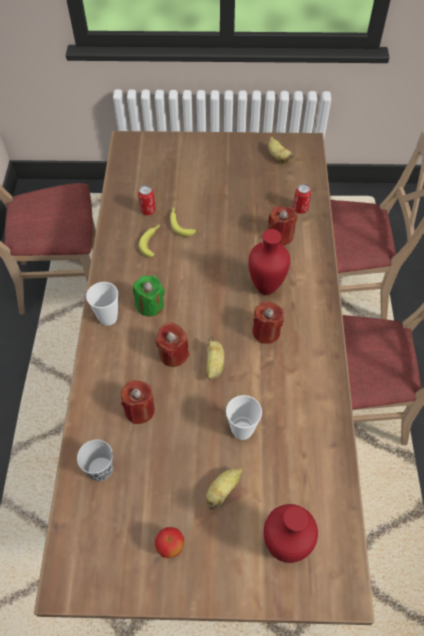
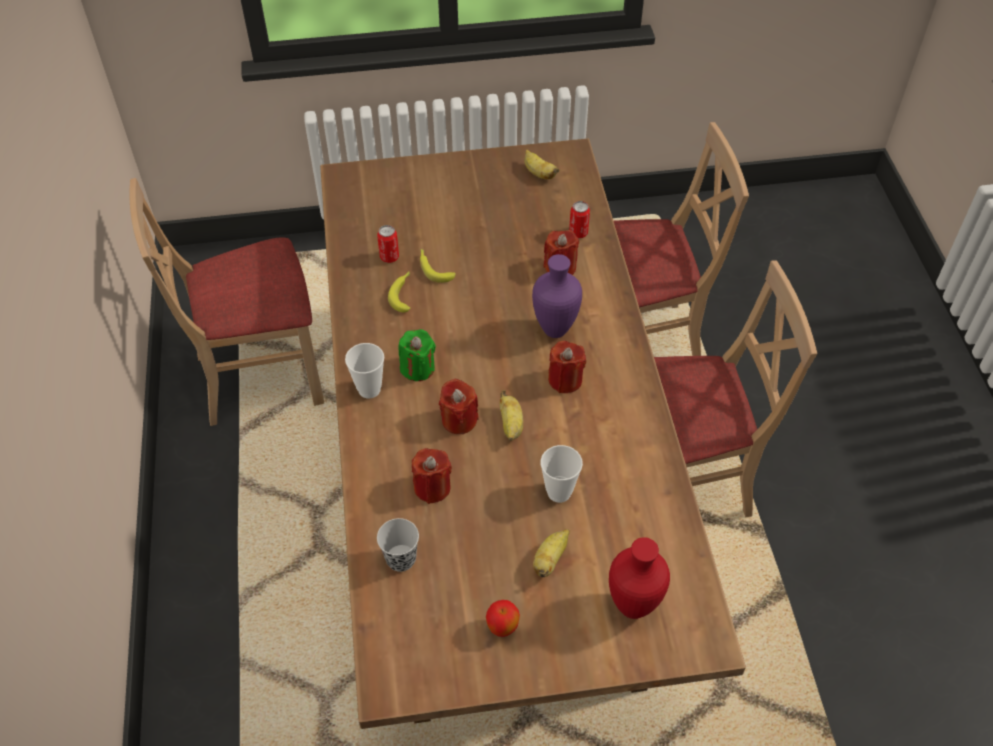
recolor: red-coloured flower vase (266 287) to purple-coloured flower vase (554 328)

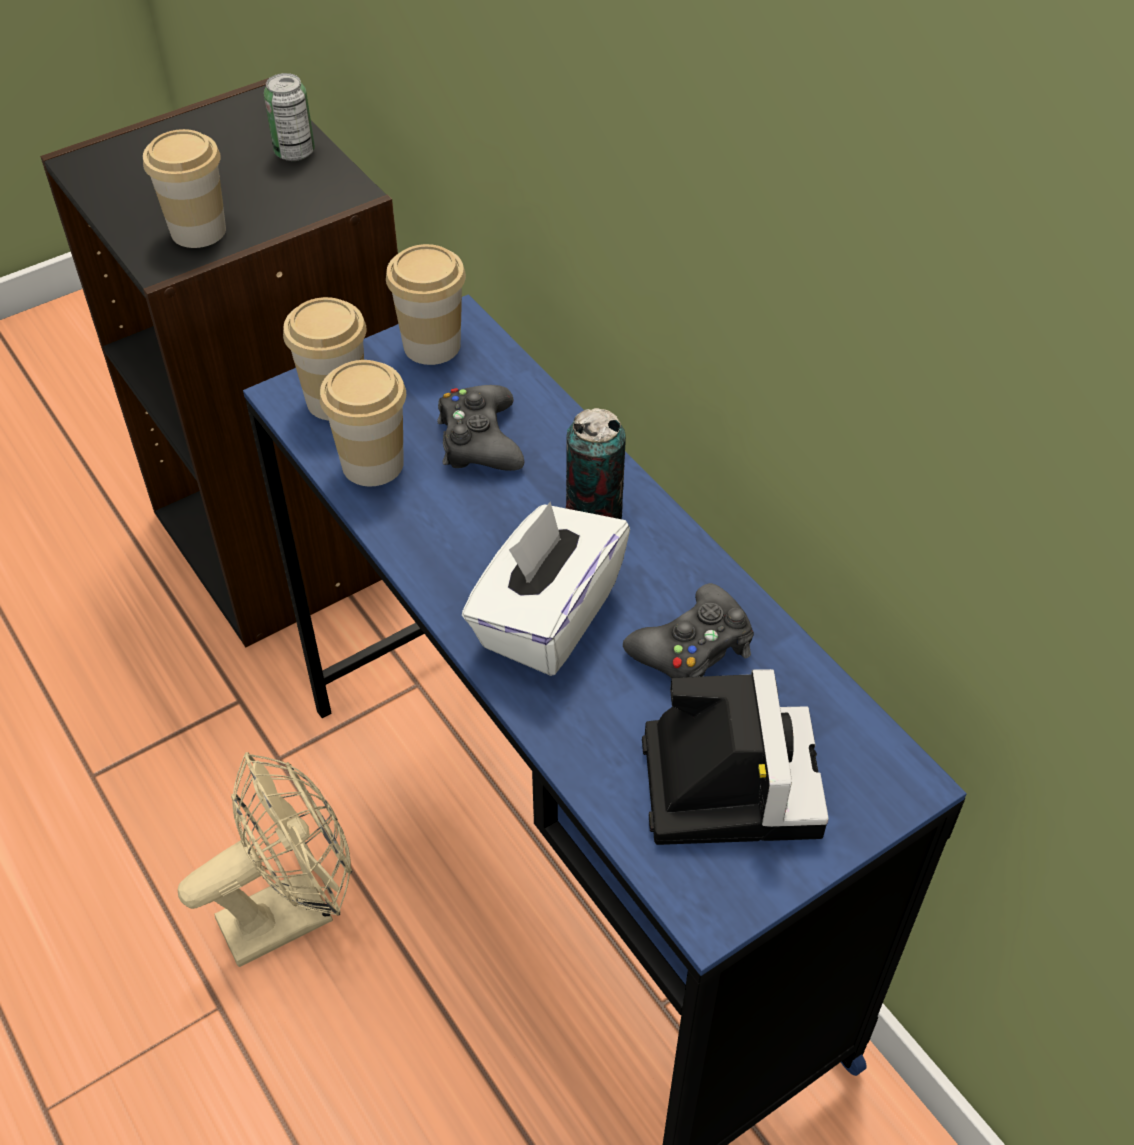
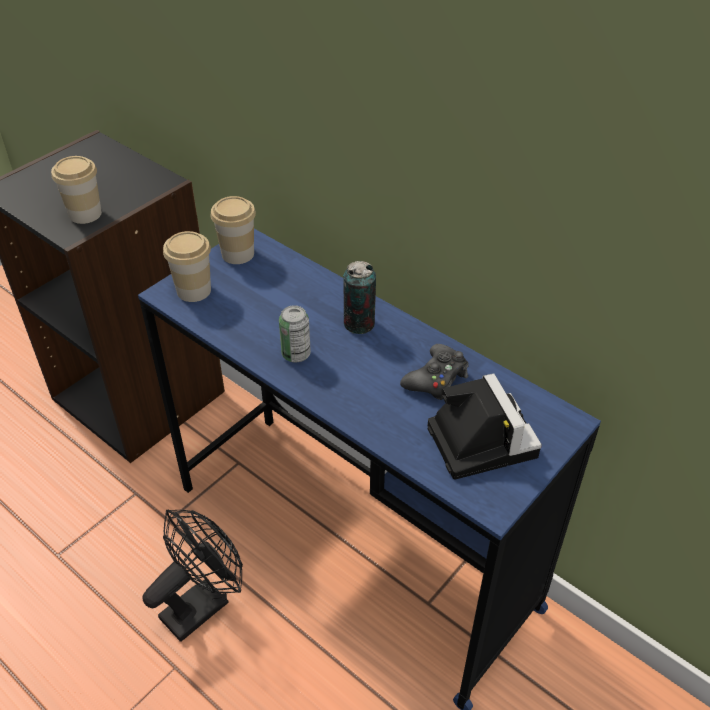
delete: small cup (372 464); blackish joypad (479 441); whitish tissue box (546 617)
move: can (294 152) to (296 354)
recolor: beige cooling fan (291 911) to blackish cooling fan (202 603)

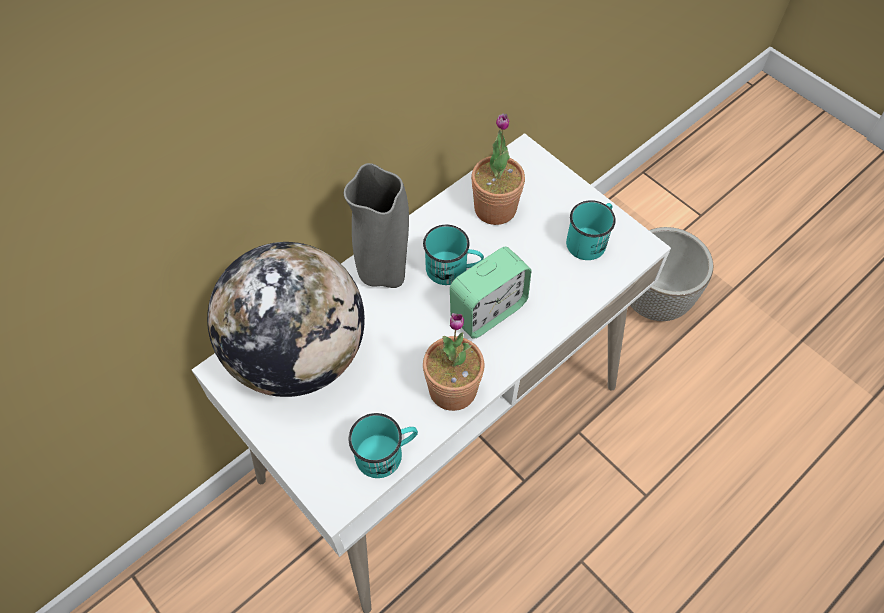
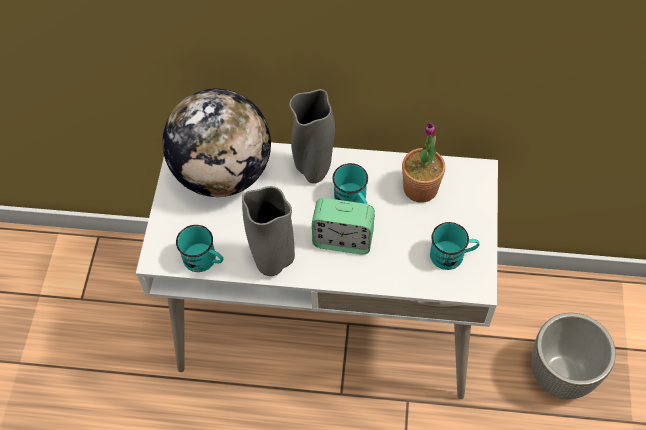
replace: houseplant (452 389) to gray flower vase (273 261)

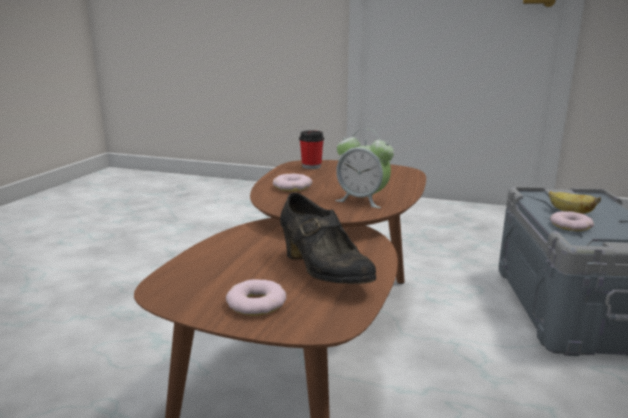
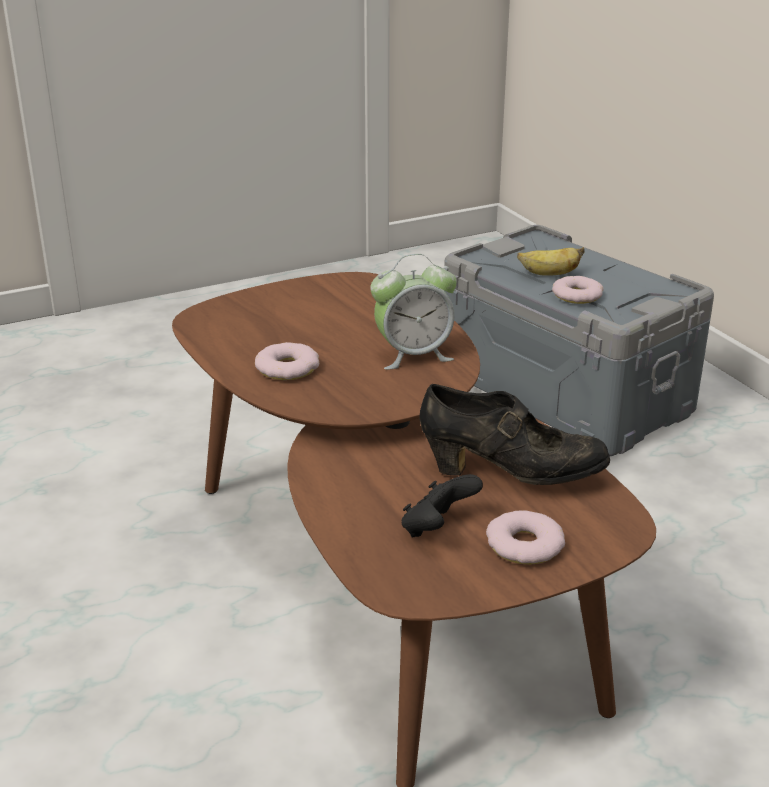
delete: small cup (311 166)
insert: blackish joypad (437 529)

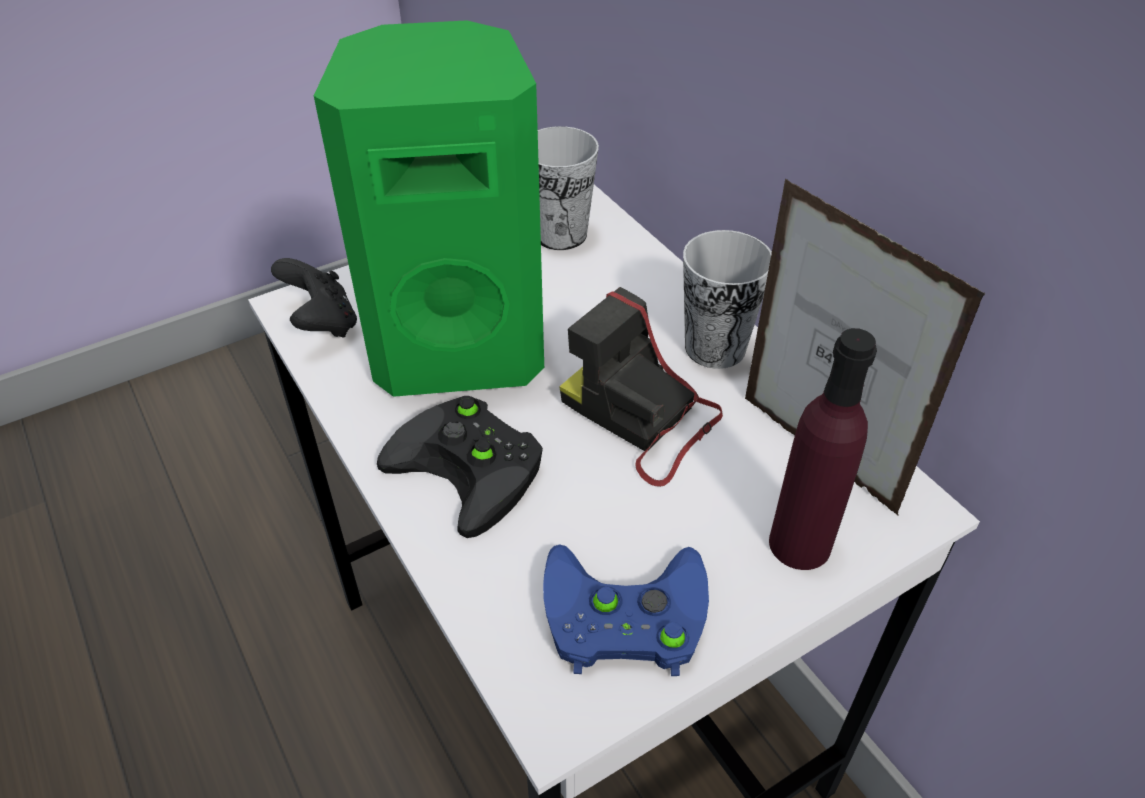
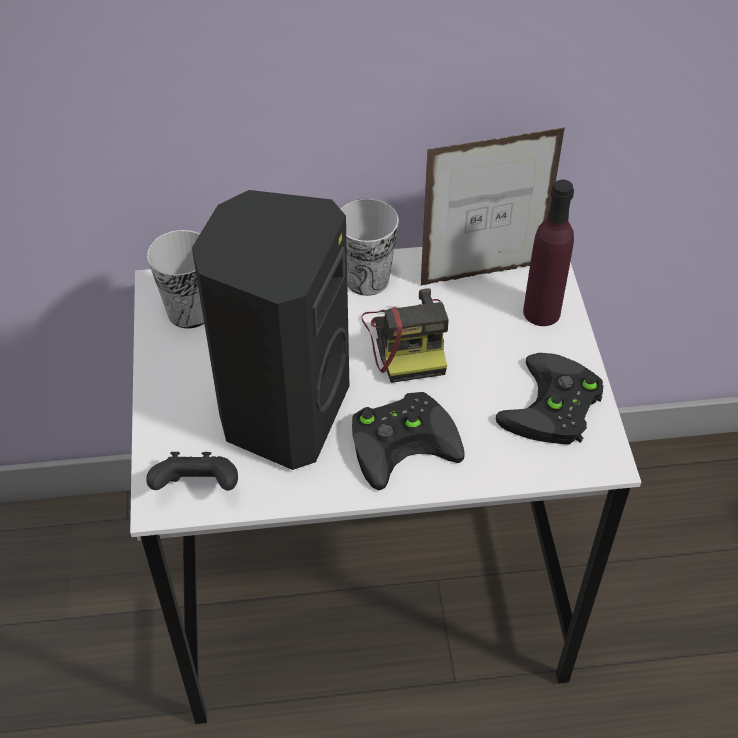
recolor: green speaker (459 348) to blackish speaker (282 412); blue-coloured joypad (619 618) to blackish joypad (553 409)
rotate: photo camera (641 418) = (408 340) 75 degrees counterclockwise

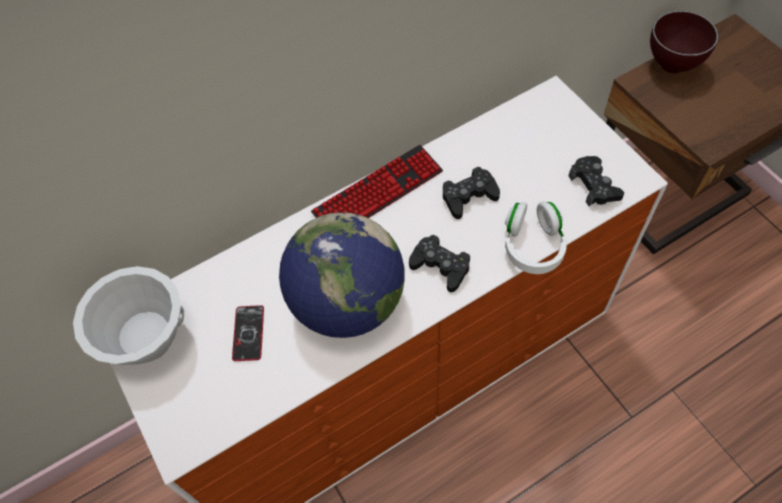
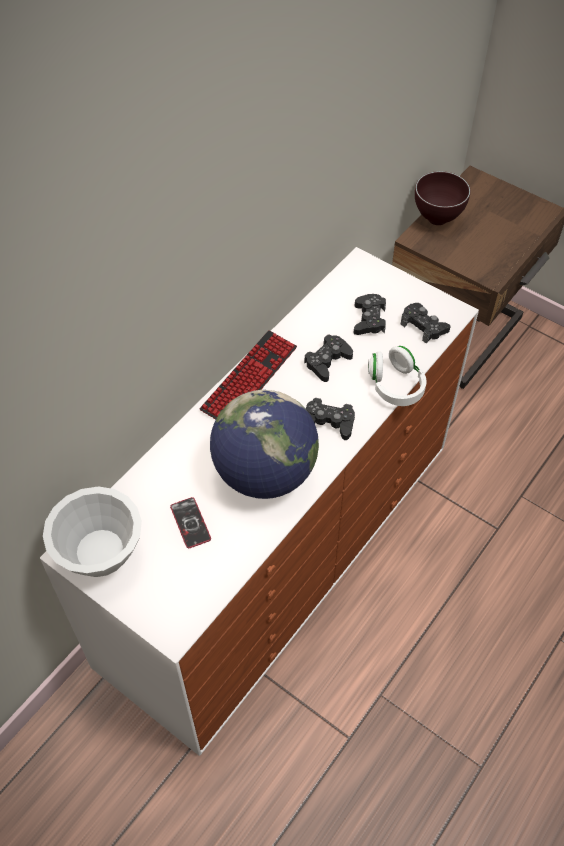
insert: blackish joypad (369 319)

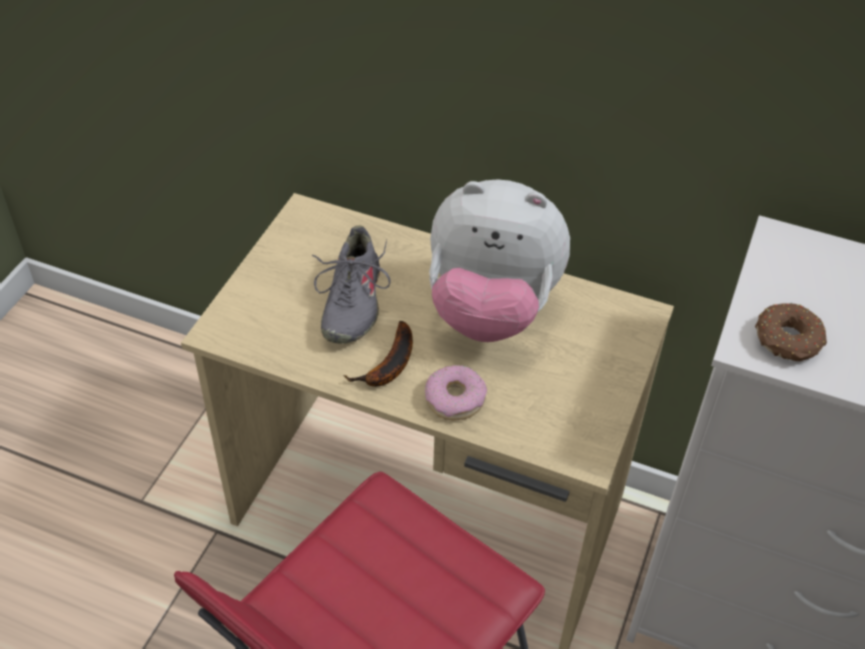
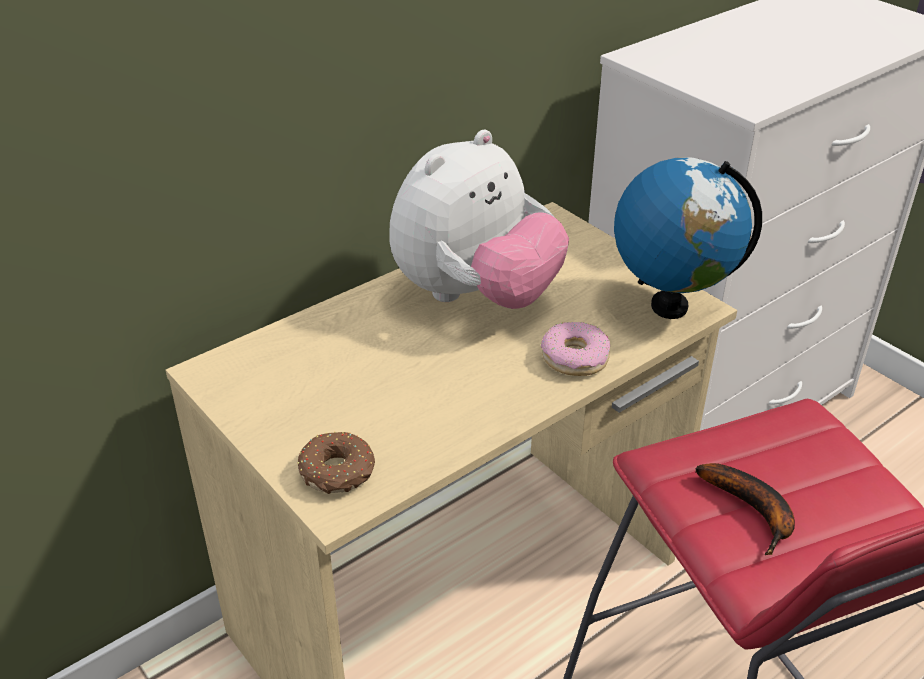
delete: gray item of footwear (351 302)
insert: world globe (669 306)
move: ring doughnut (787 341) to (338 472); banana fruit (388 366) to (753 511)

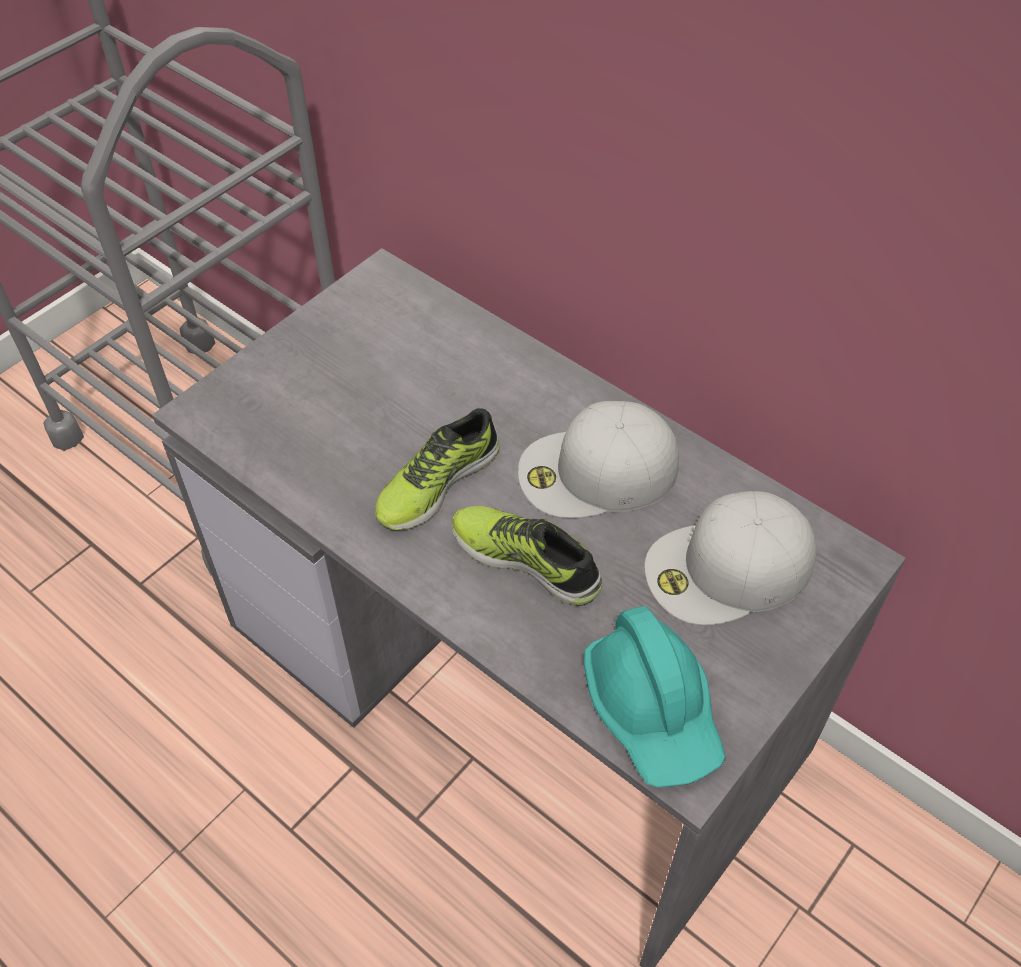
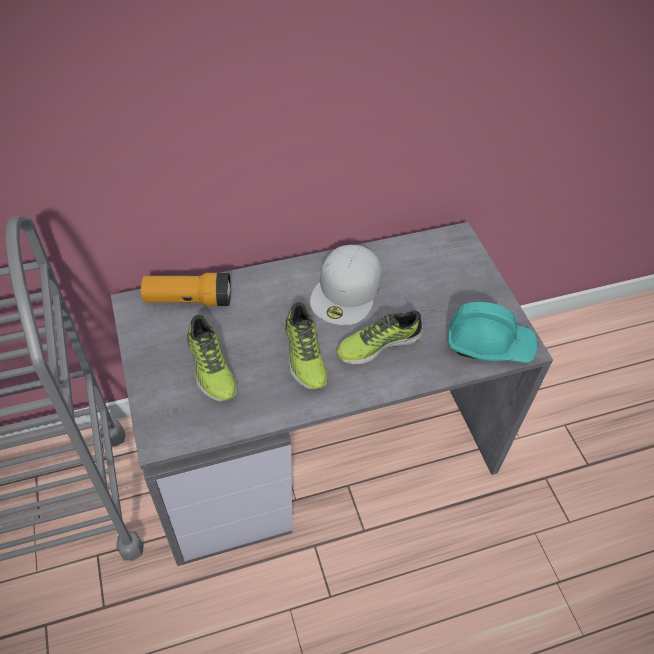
delete: whitish cap (728 569)
insert: hand torch (188 300); item of footwear (210 367)

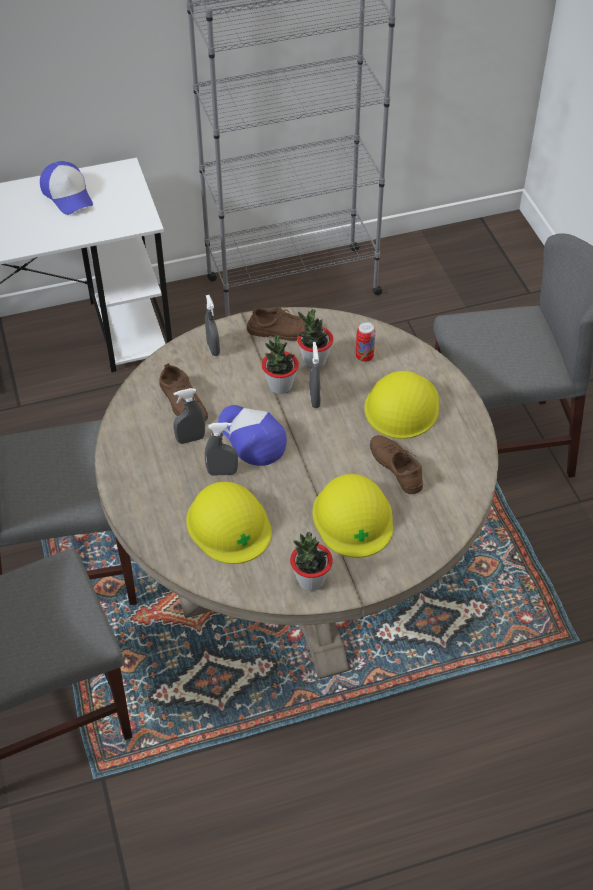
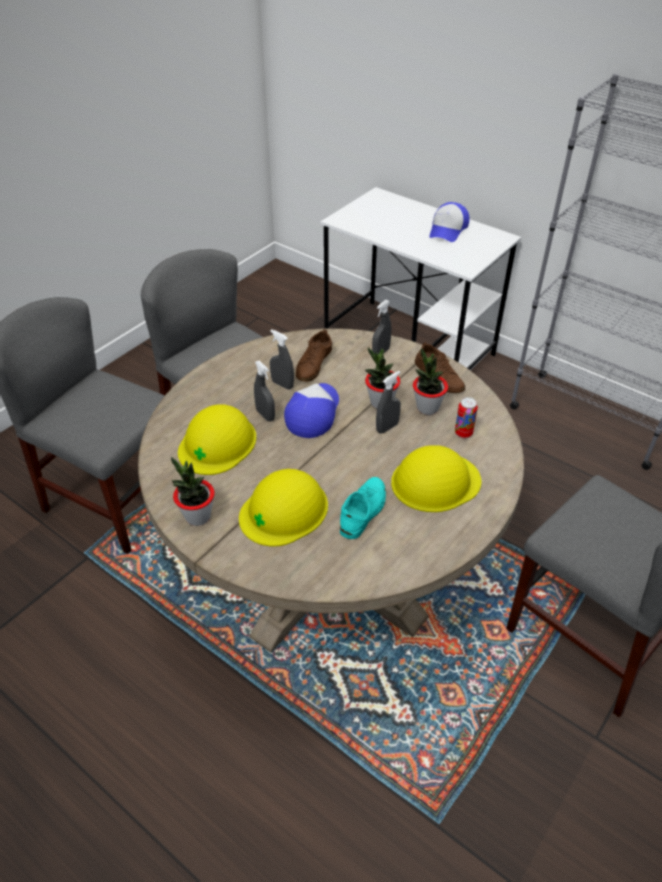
recolor: brown-coloured item of footwear (396 467) to blue-green item of footwear (363 511)

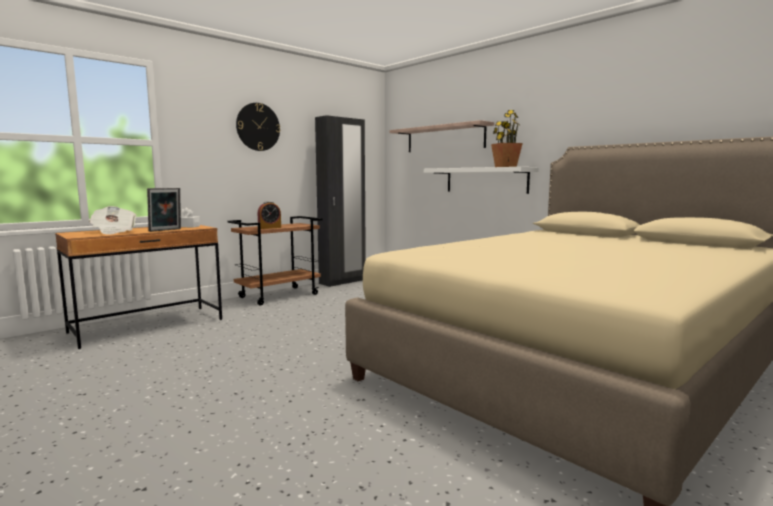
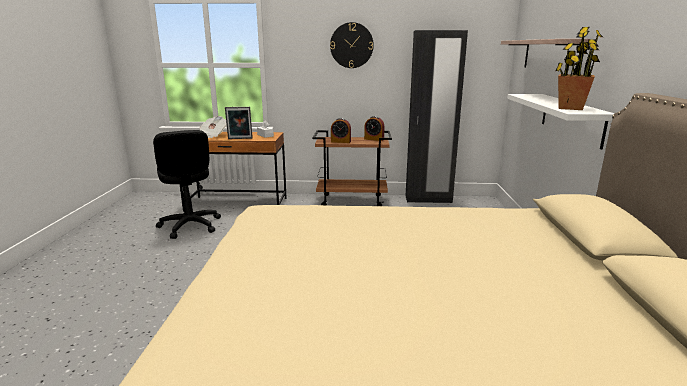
insert: blackish office chair (190 226); bedside clock (374 139)

